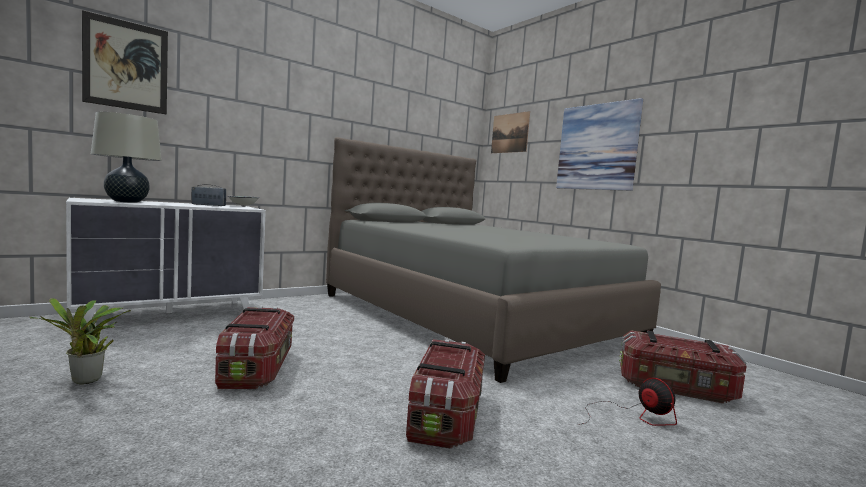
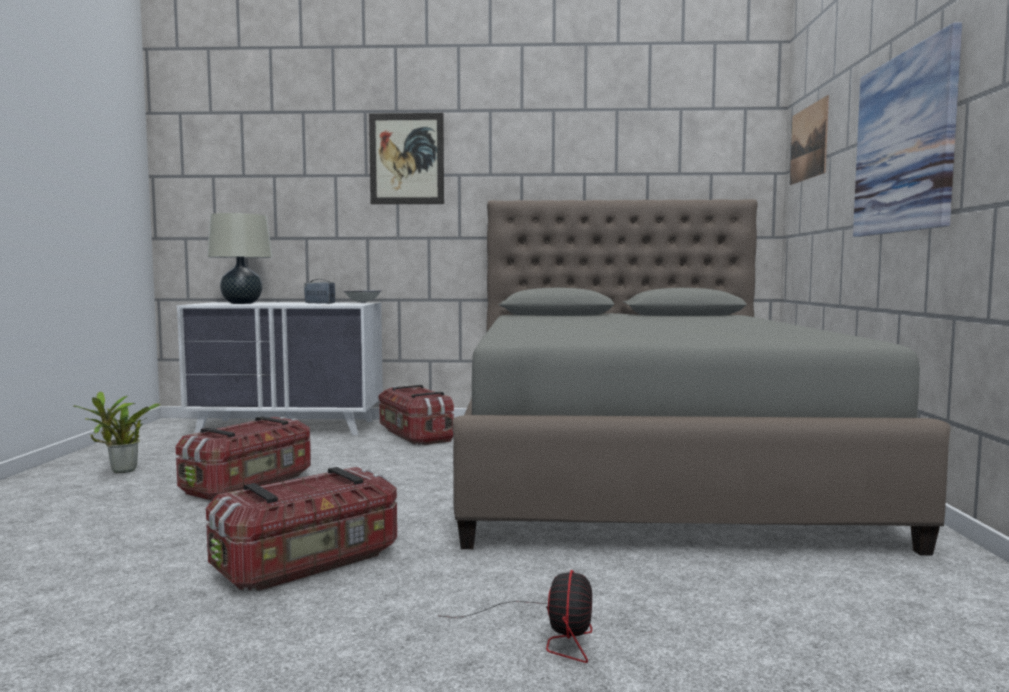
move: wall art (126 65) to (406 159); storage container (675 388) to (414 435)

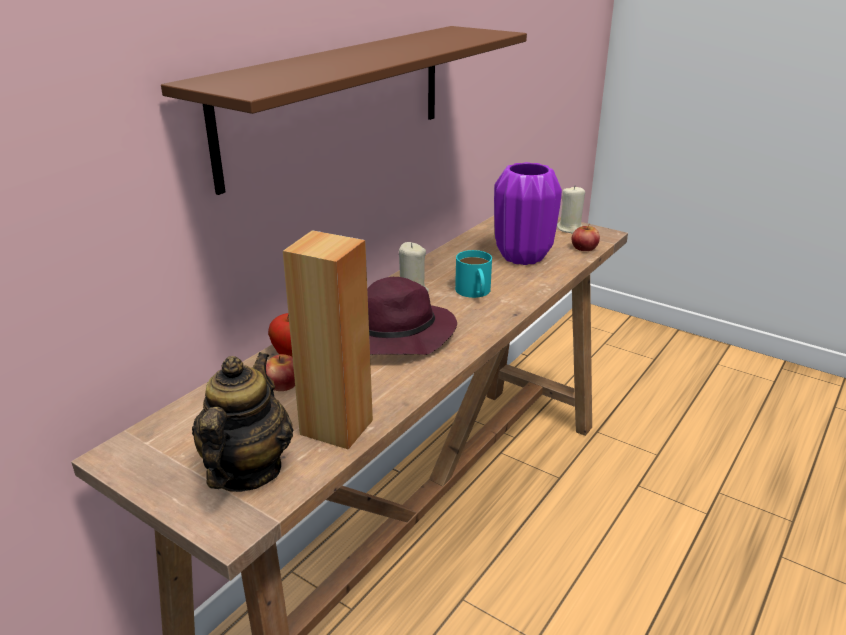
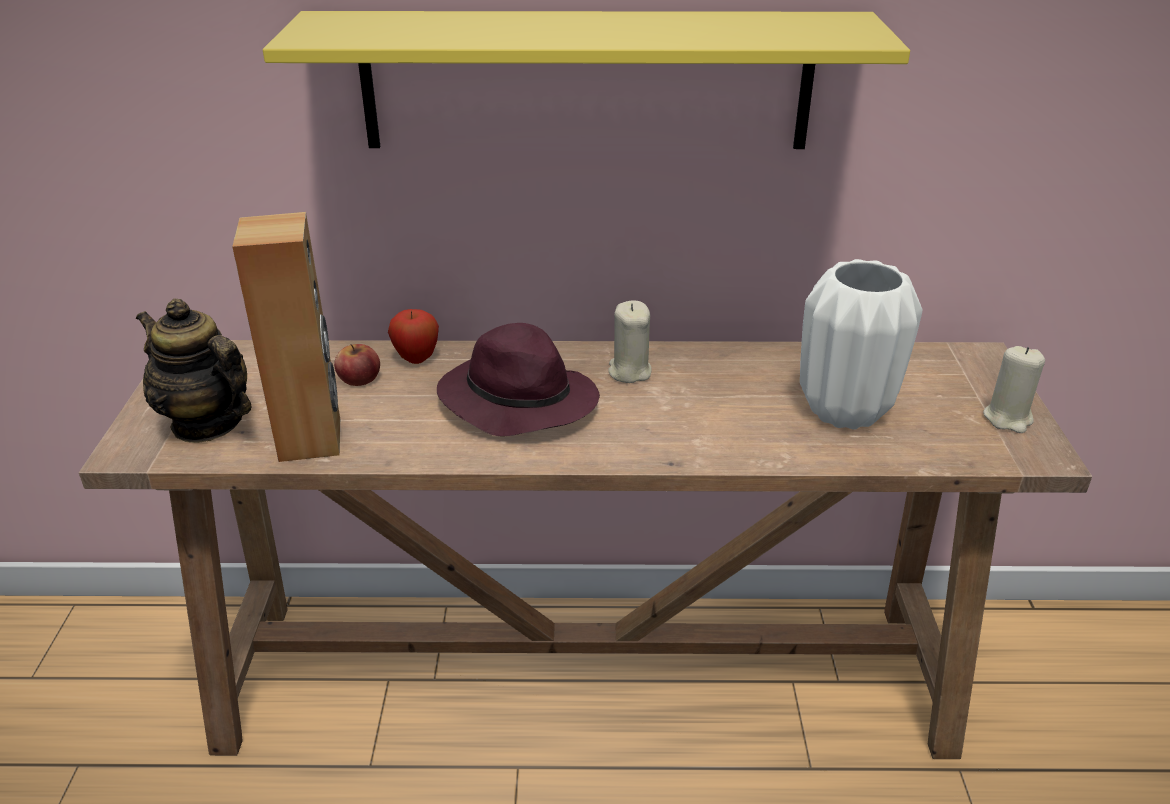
delete: blue-green mug (474 293); apple (584 247)
recolor: brown-coloured bracket shelf (338 101) to yellow-coloured bracket shelf (586 81); purple-coloured flower vase (522 257) to whitish flower vase (843 411)
rotate: tea pot (247 471) = (207 423) 120 degrees counterclockwise

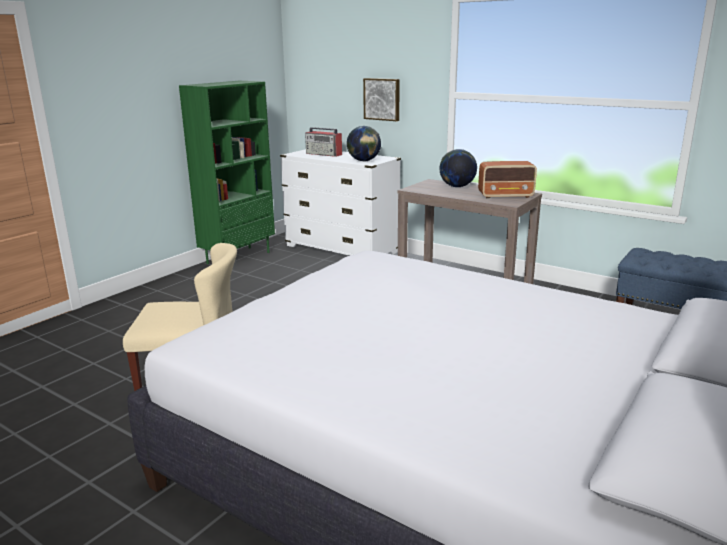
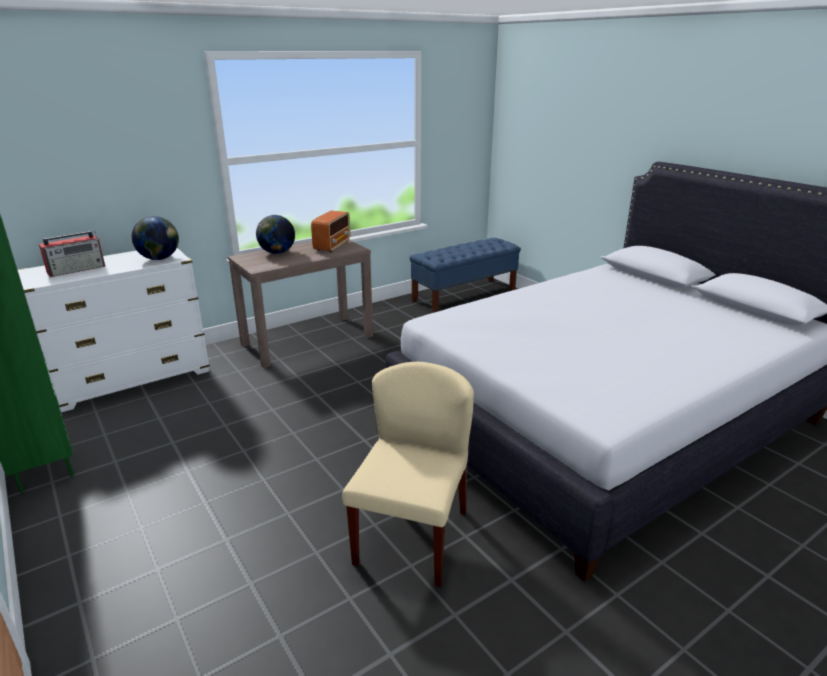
delete: wall art (382 99)

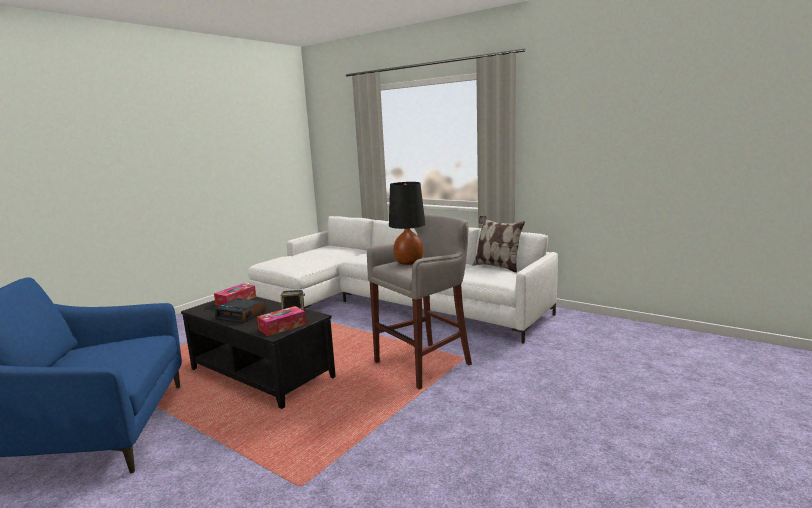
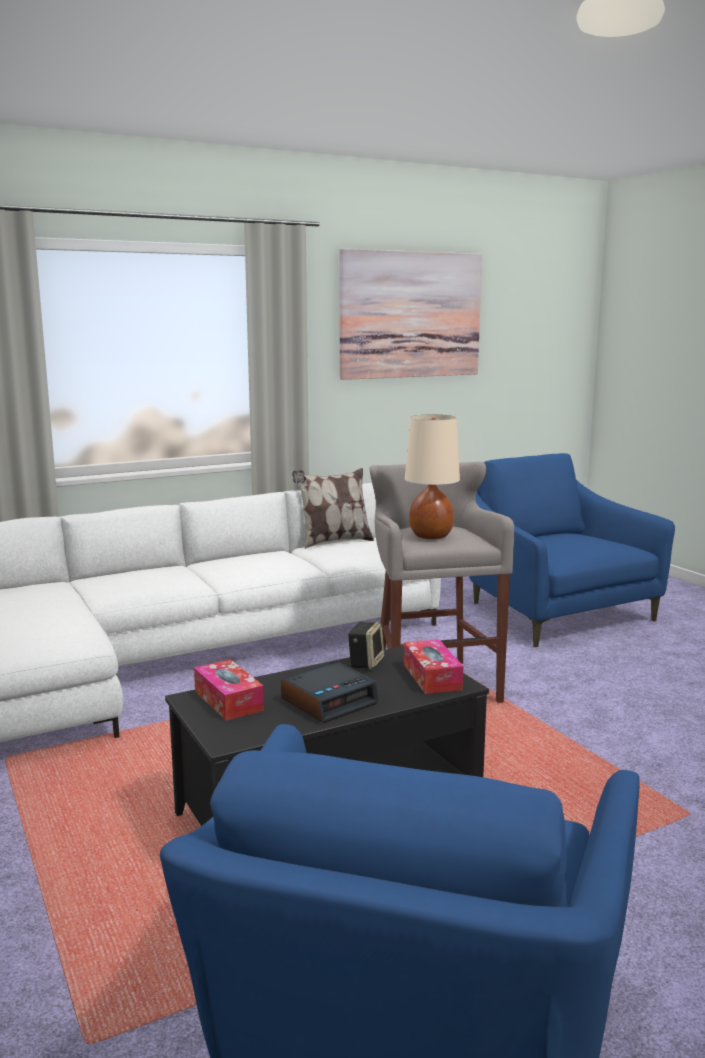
insert: wall art (411 315); blue-coloured armchair (549 611)
recolor: blackish tabletop lamp (409 262) to beige tabletop lamp (431 536)

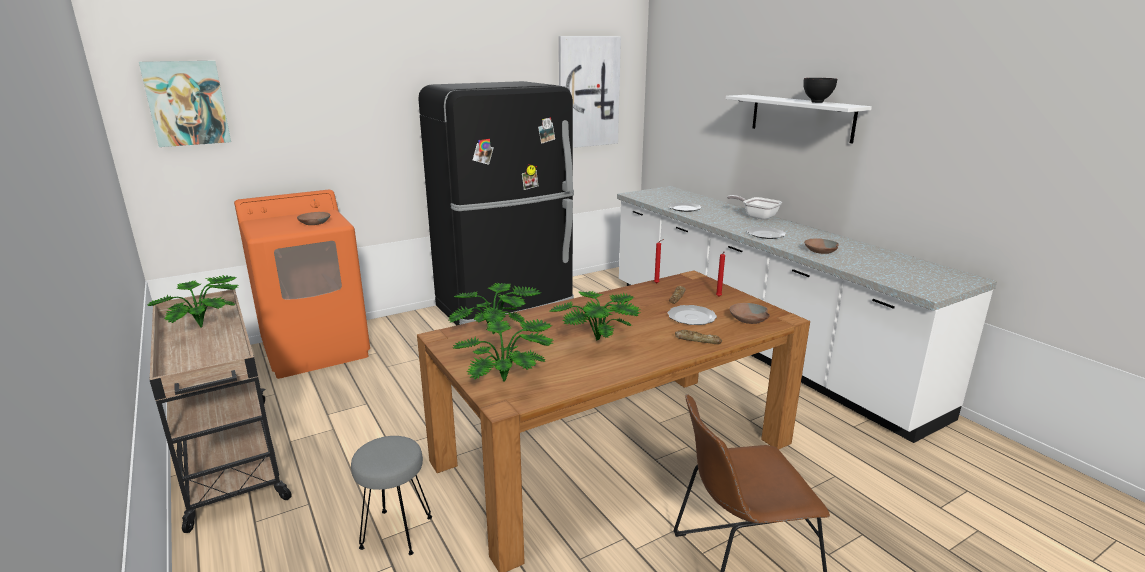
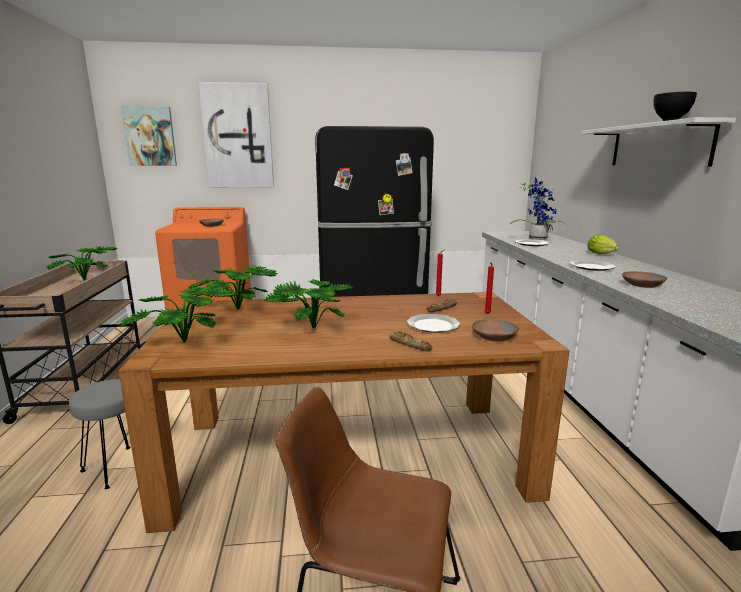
insert: houseplant (536 238)
move: wall art (588 92) to (238 136)
replace: pan (757 216) to lettuce (602 254)

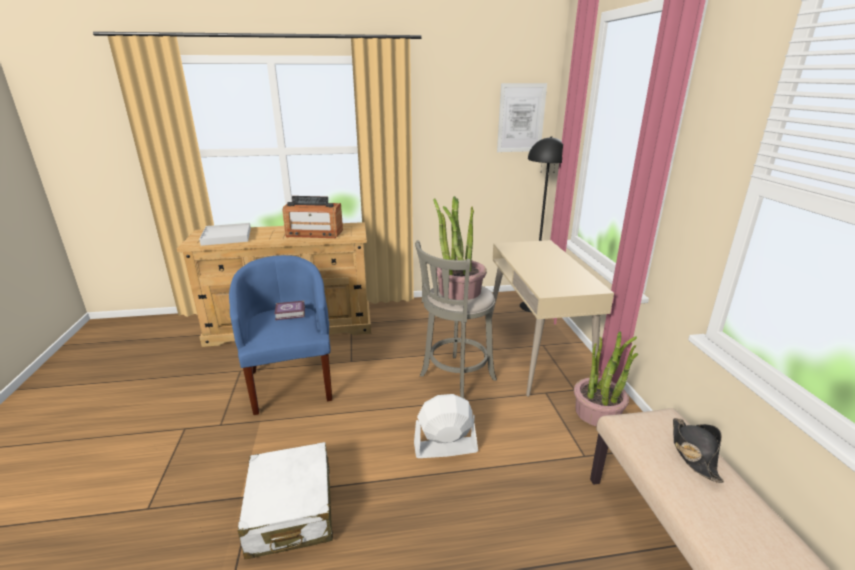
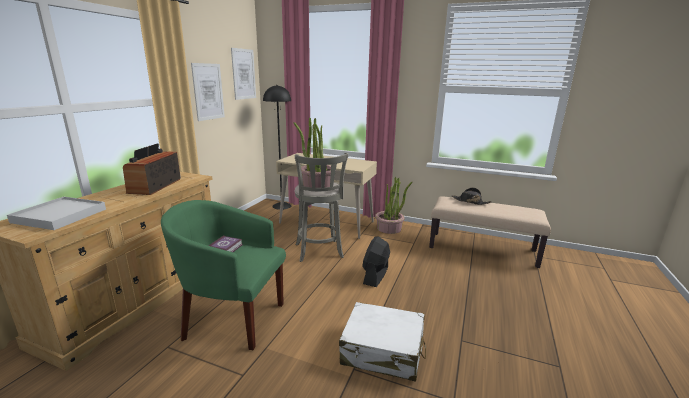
insert: wall art (208 91)
recolor: blue-coloured armchair (291 382) to green armchair (232 318); whitish cooling fan (445 447) to blackish cooling fan (375 275)
rotate: radio (314 233) = (155 186) 150 degrees clockwise

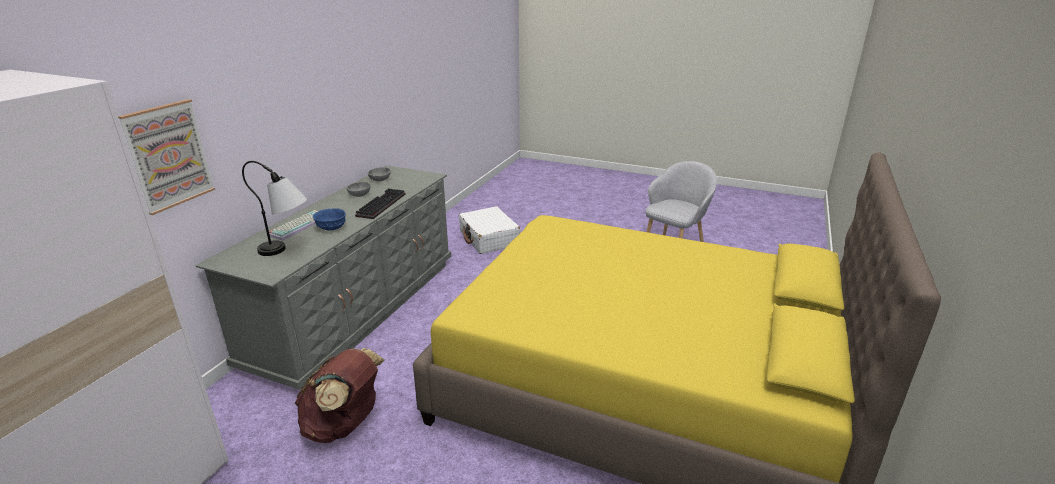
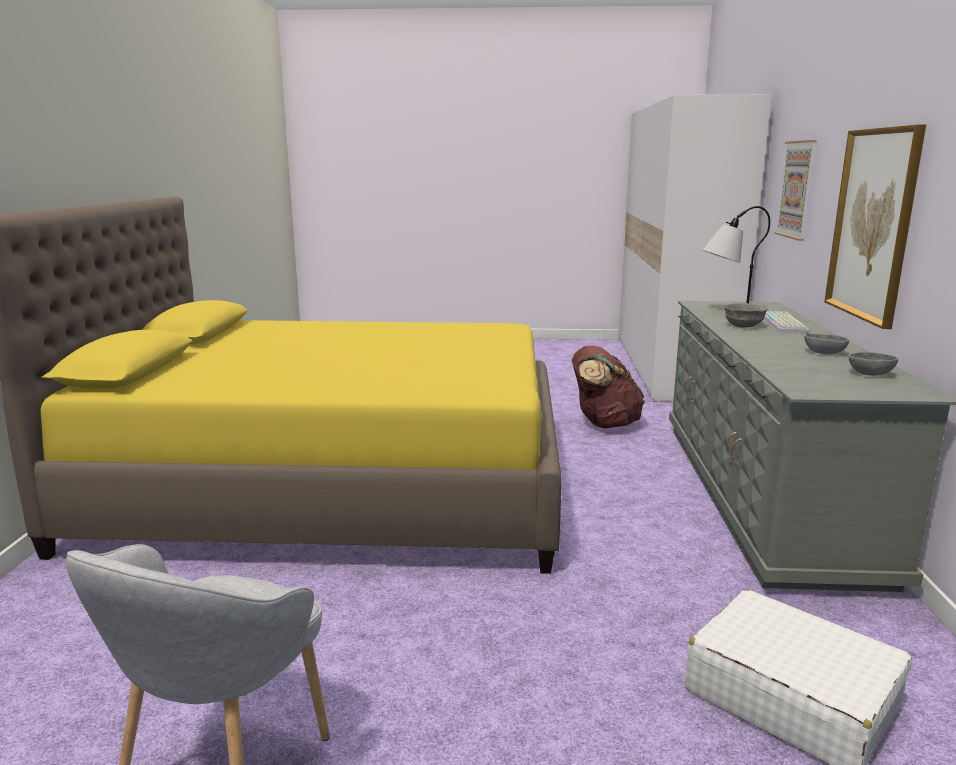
delete: PC keyboard (380 204)
insert: wall art (873 224)
recolor: blue-coloured deep dish (331 227) to gray deep dish (744 326)

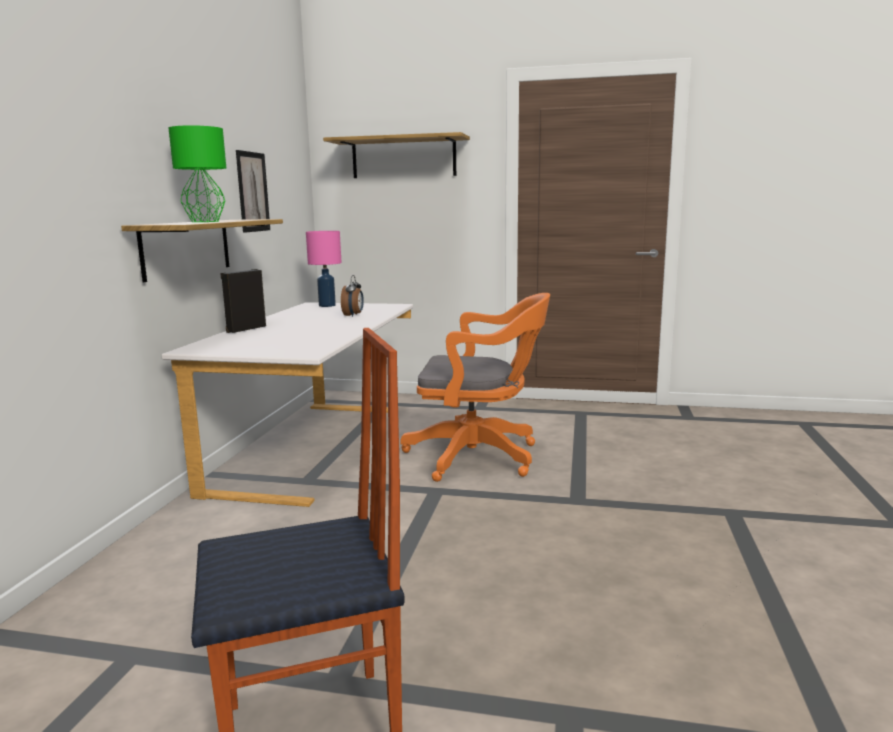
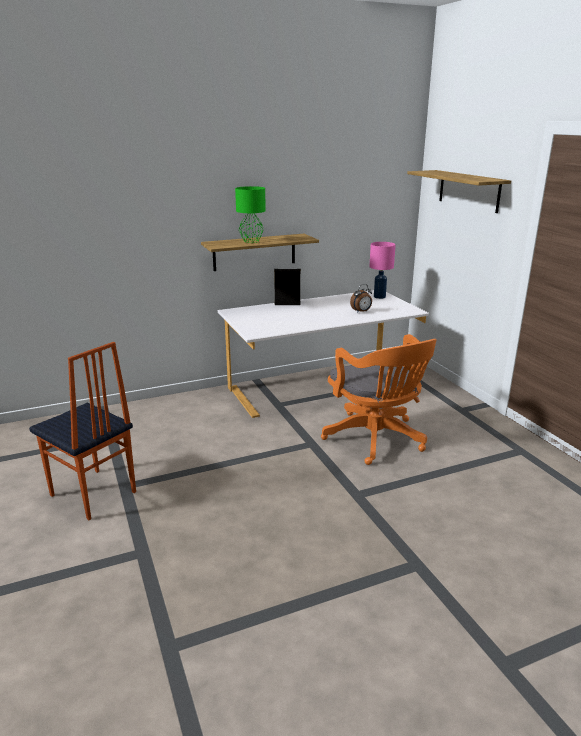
delete: wall art (252 192)

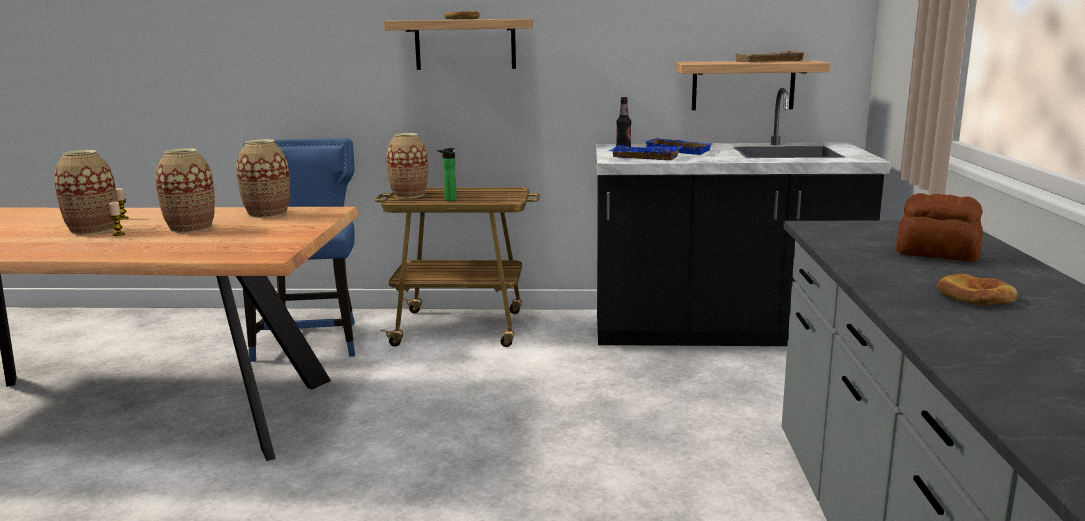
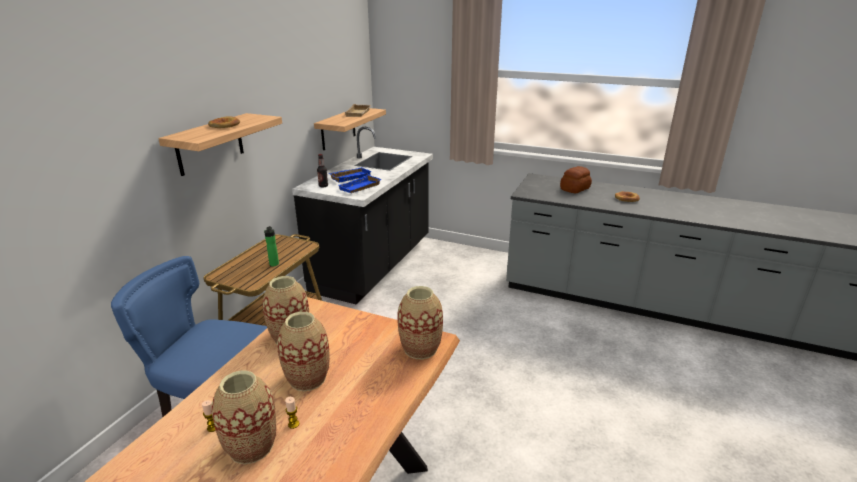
move: flower vase (409 195) to (420 348)

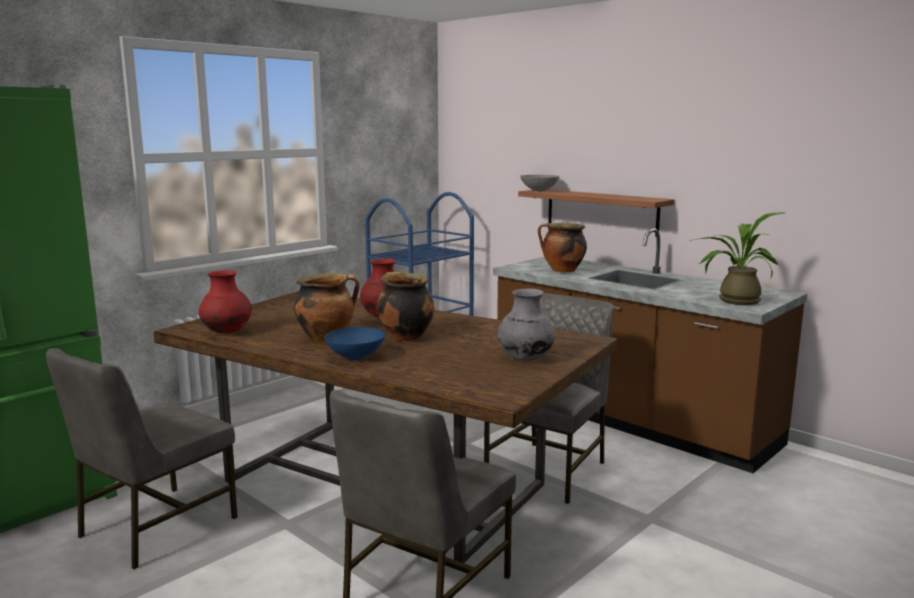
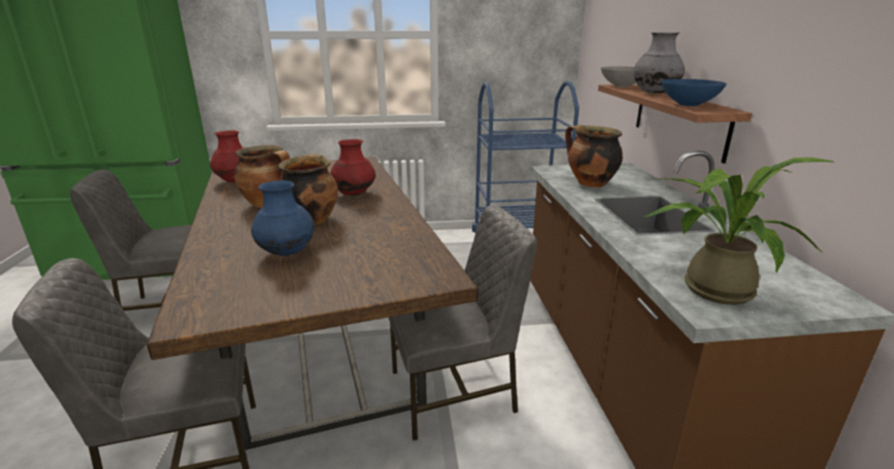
insert: blue-coloured flower vase (287 253)
move: gray flower vase (525 359) to (654 93); blue-coloured deep dish (356 357) to (689 105)

